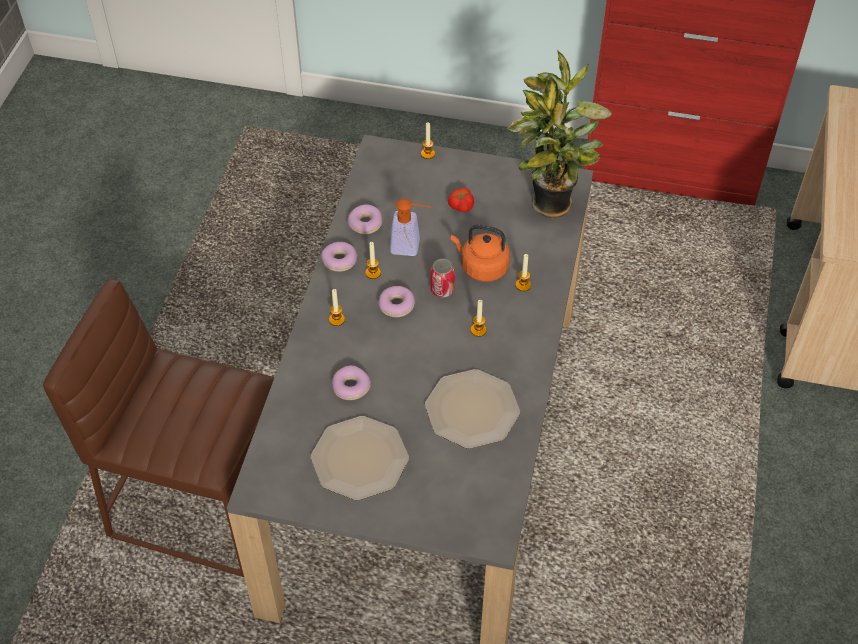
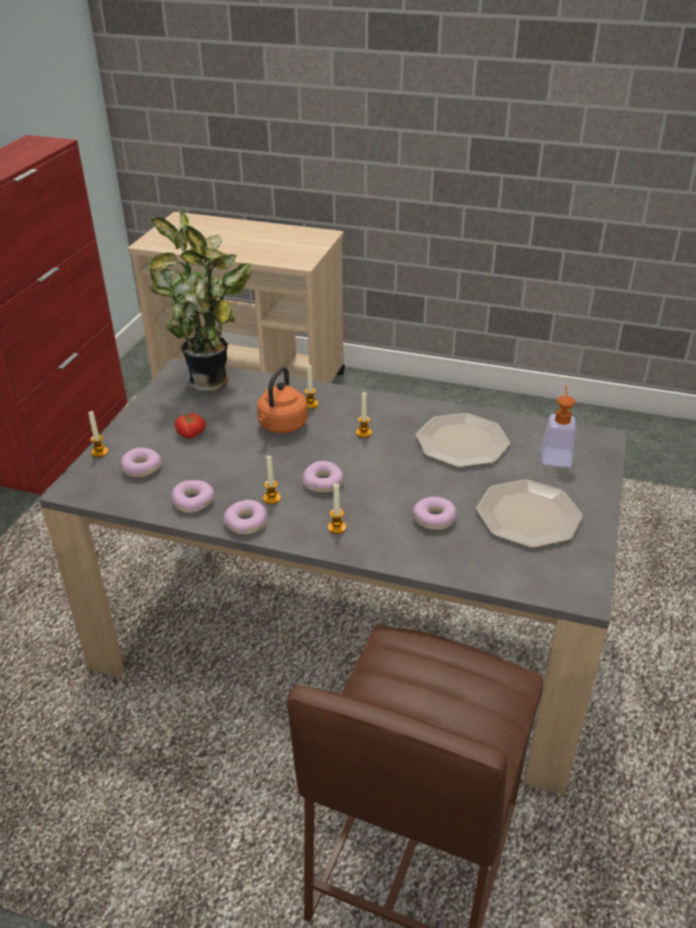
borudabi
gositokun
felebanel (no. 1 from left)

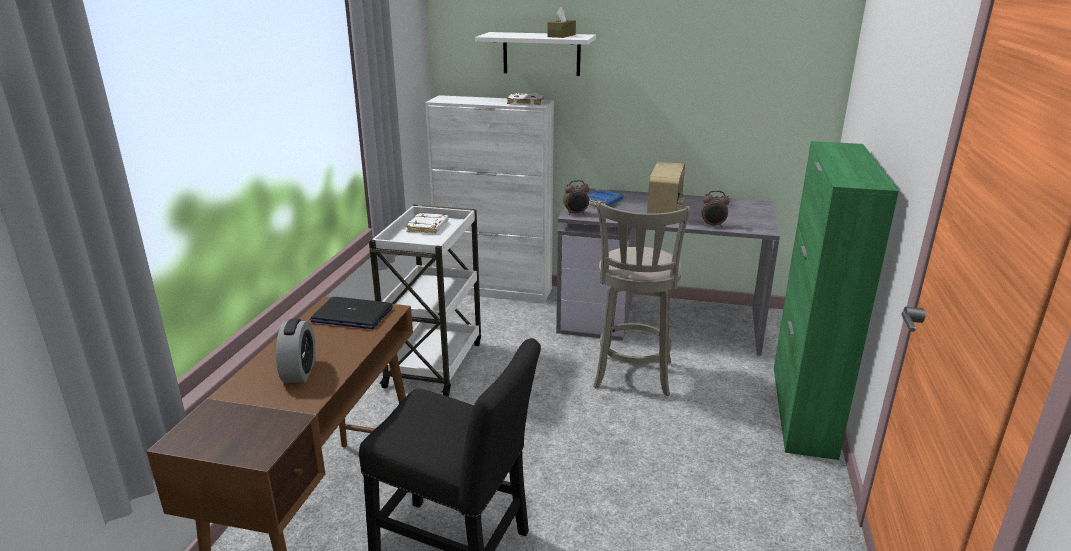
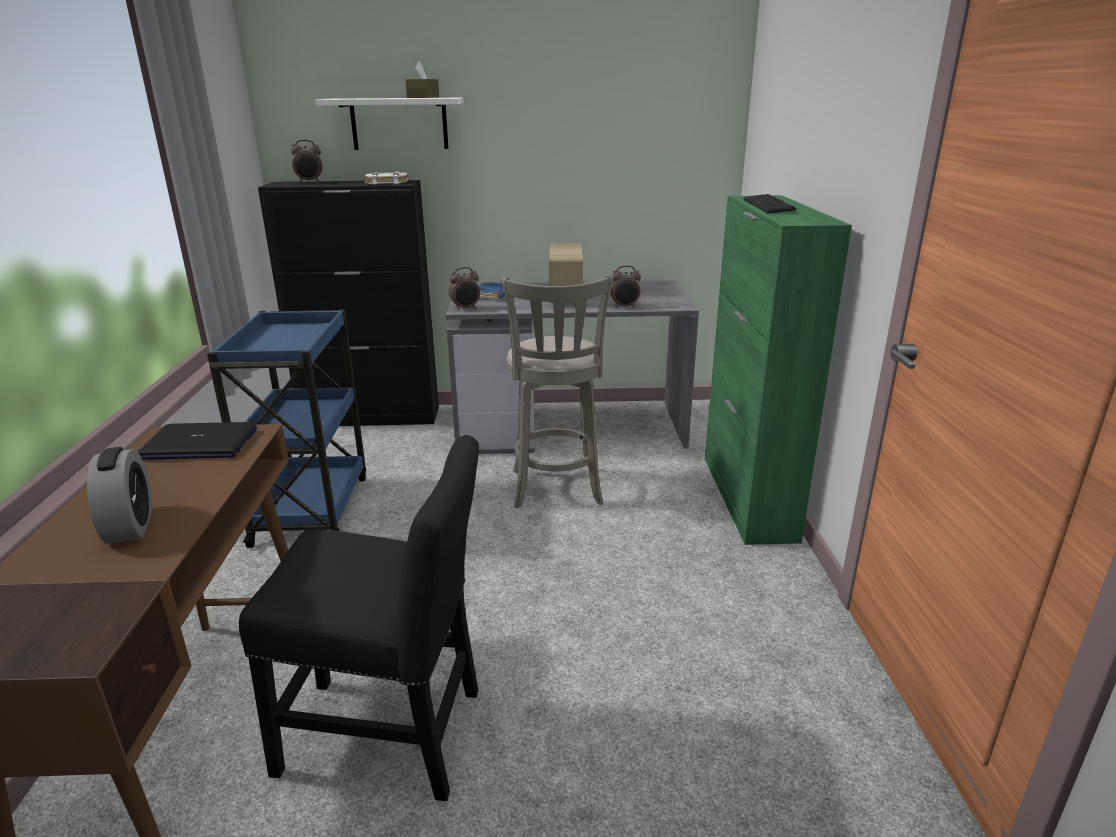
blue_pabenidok
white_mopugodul (no. 1 from left in the first image)
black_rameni
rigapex (no. 2 from left)
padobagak

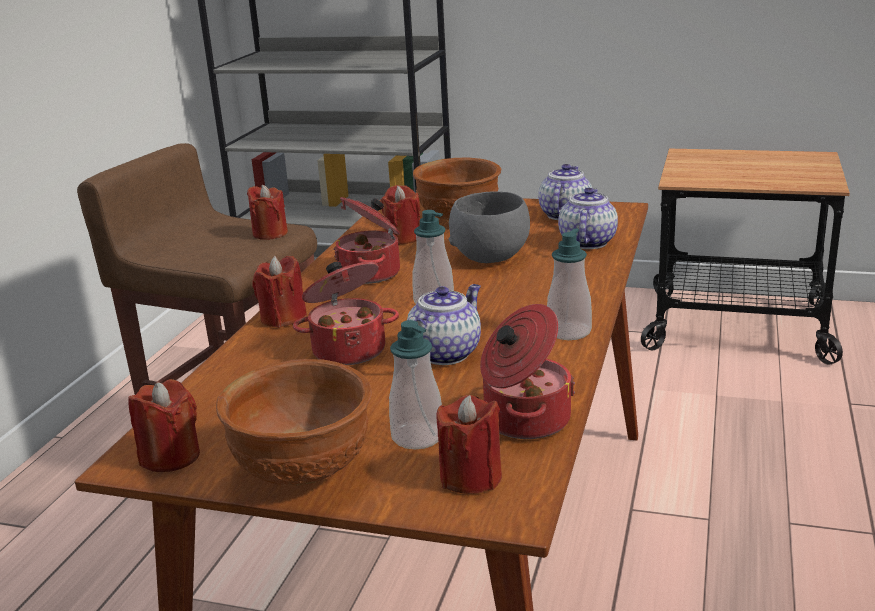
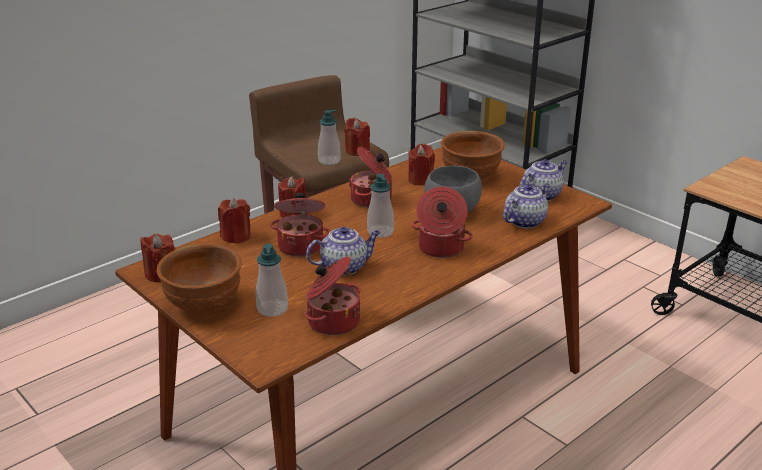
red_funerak (no. 2 from left)
borudabi (no. 2 from left)
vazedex (no. 4 from left)

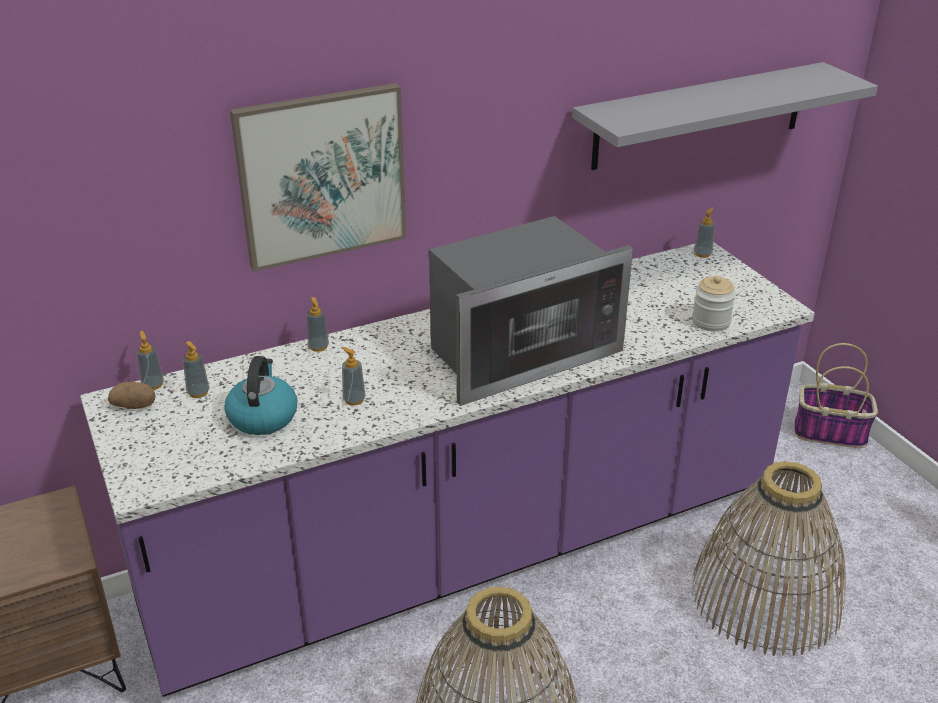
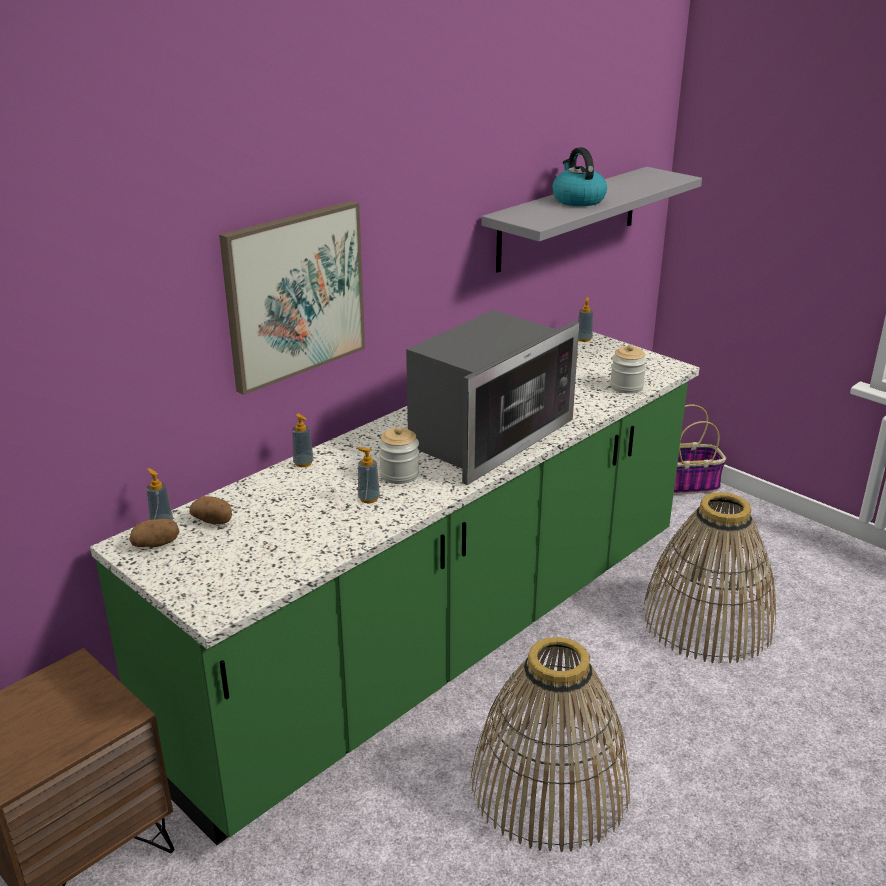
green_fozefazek
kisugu (no. 2 from left)
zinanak
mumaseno (no. 1 from left)

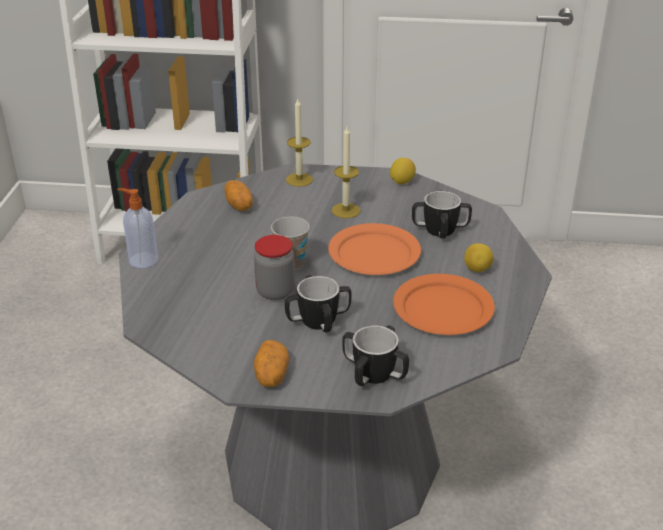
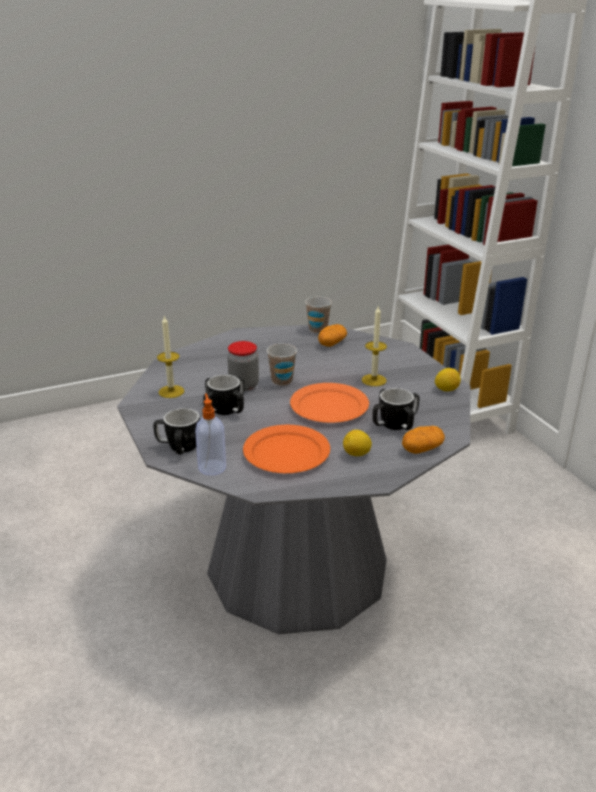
borudabi
kisugu (no. 2 from left)
funerak (no. 1 from left)
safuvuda (no. 2 from left)

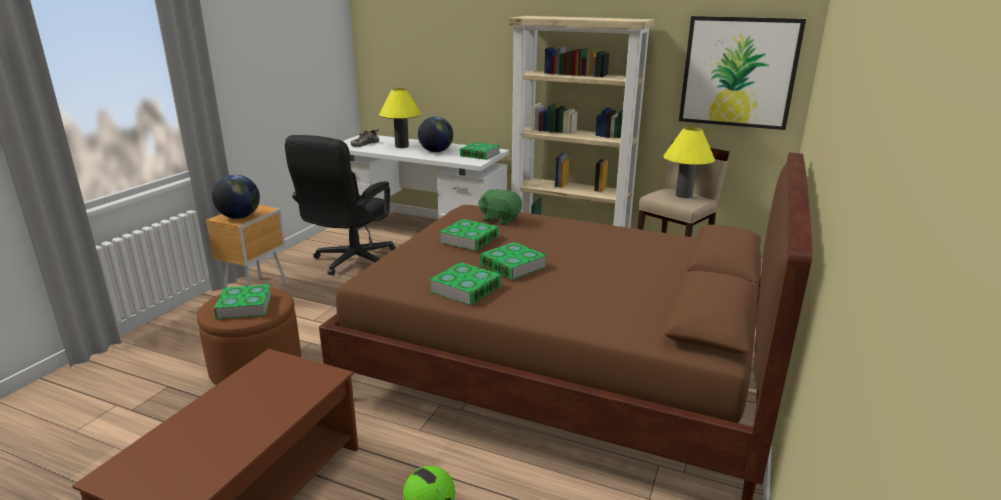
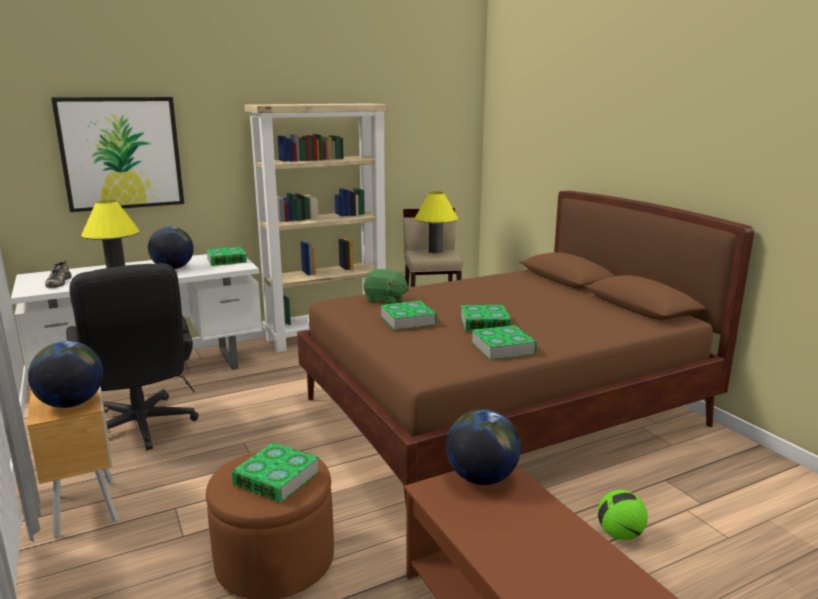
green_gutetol
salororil
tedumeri (no. 3 from left)

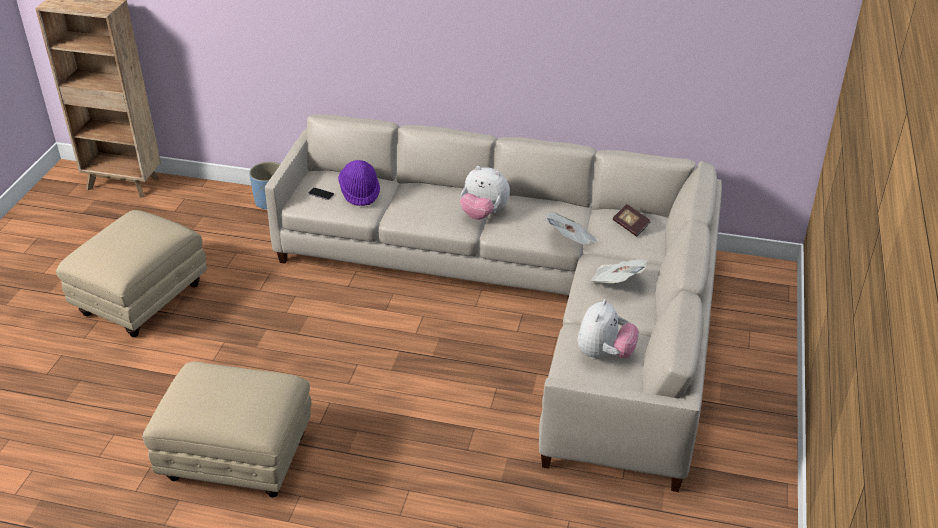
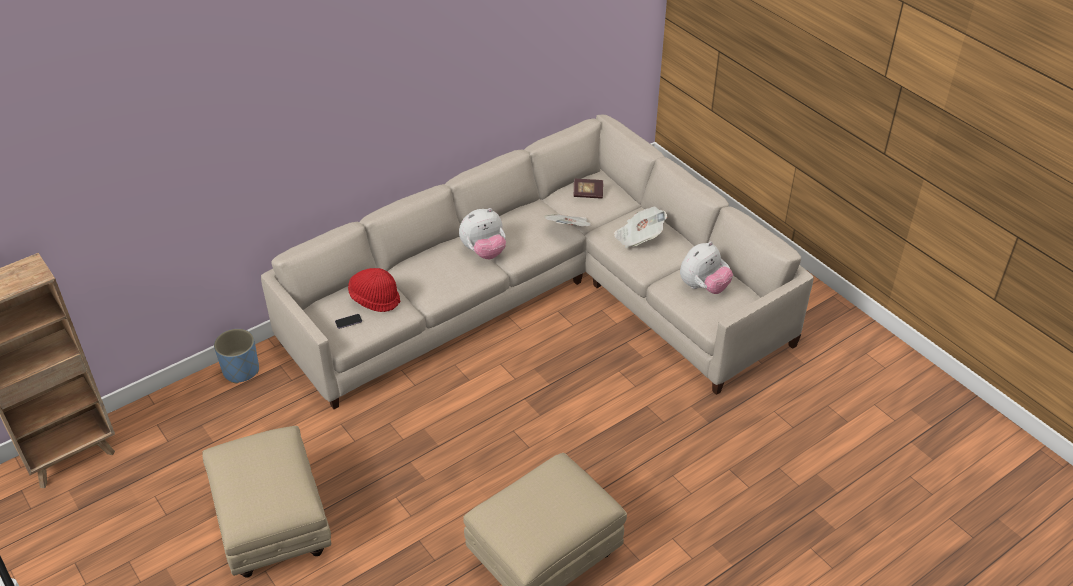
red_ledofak
gutetol (no. 2 from left)

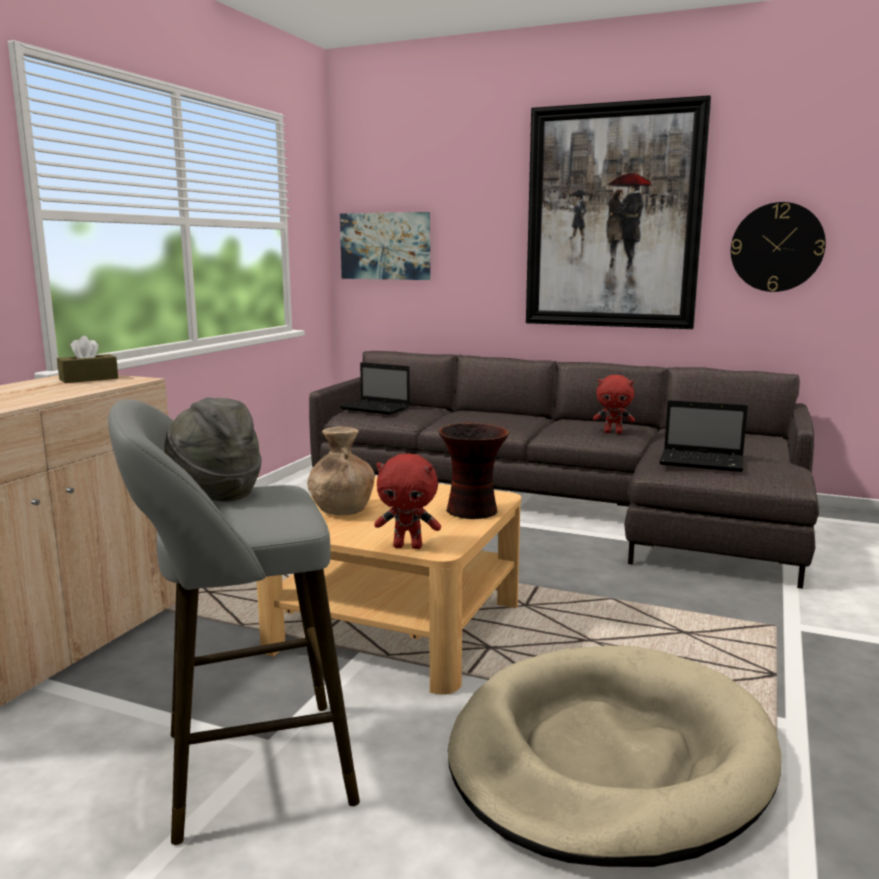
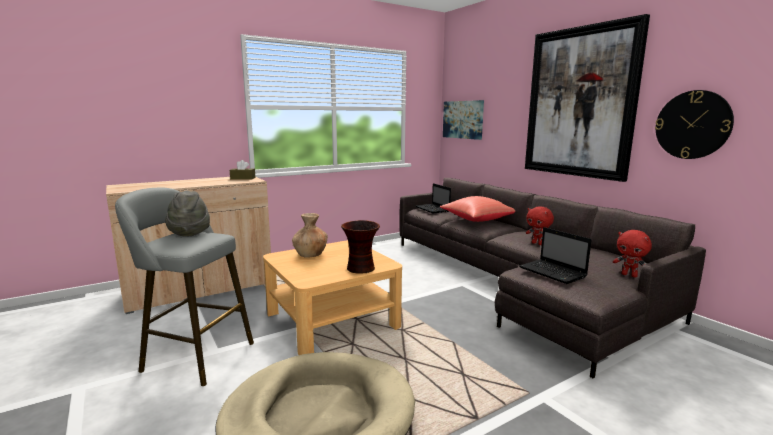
red_gutetol (no. 2 from left)
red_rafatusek

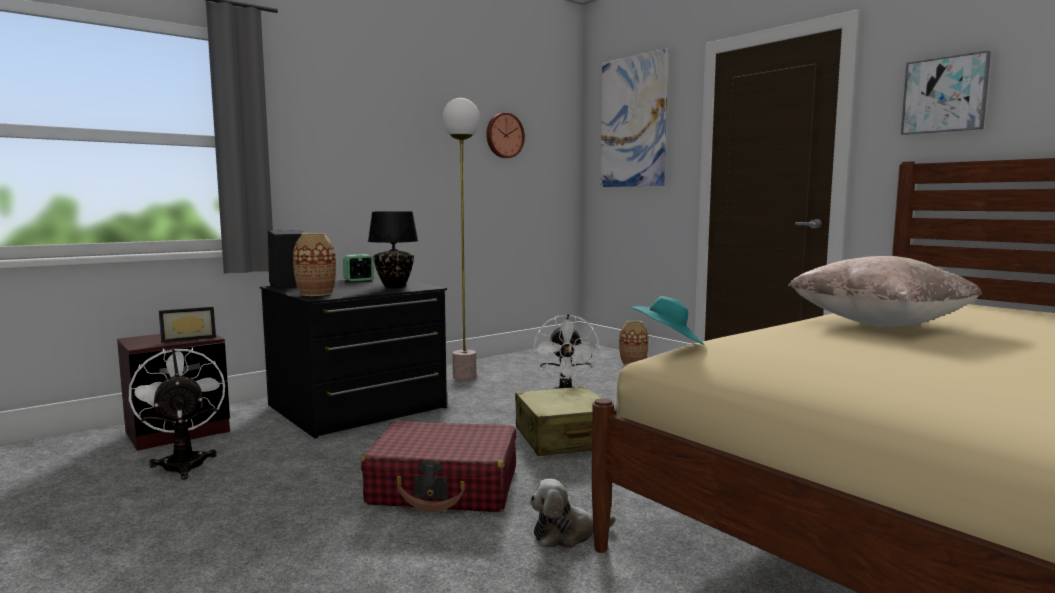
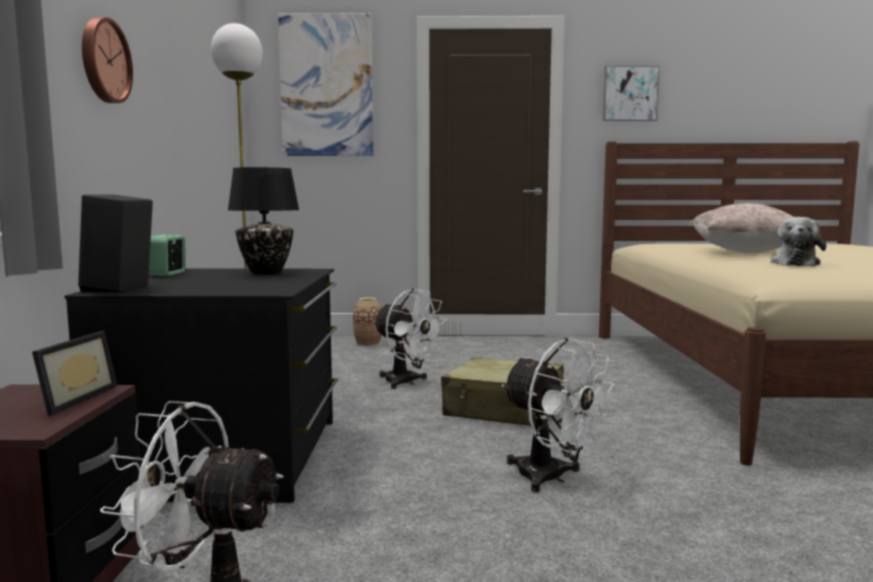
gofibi (no. 1 from left in the first image)
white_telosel (no. 3 from left)
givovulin
gutetol
turquoise_ledofak

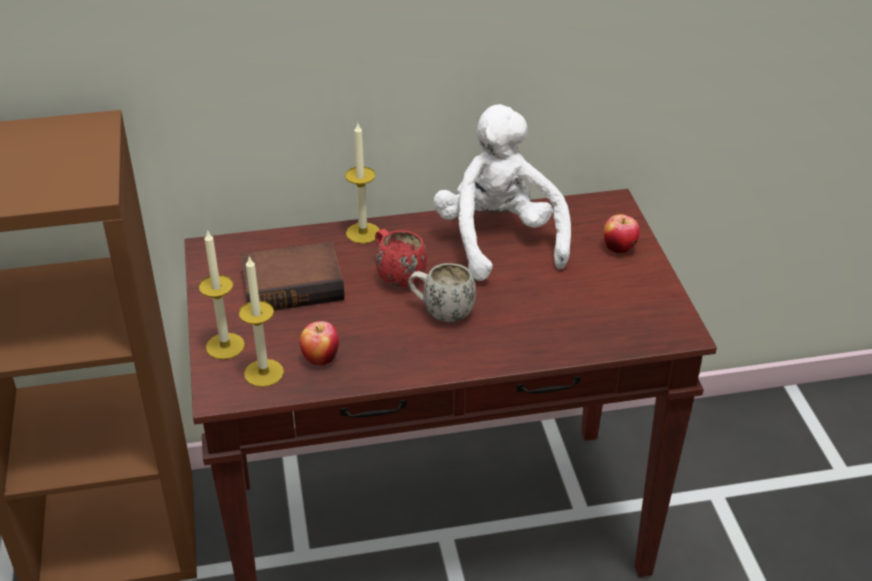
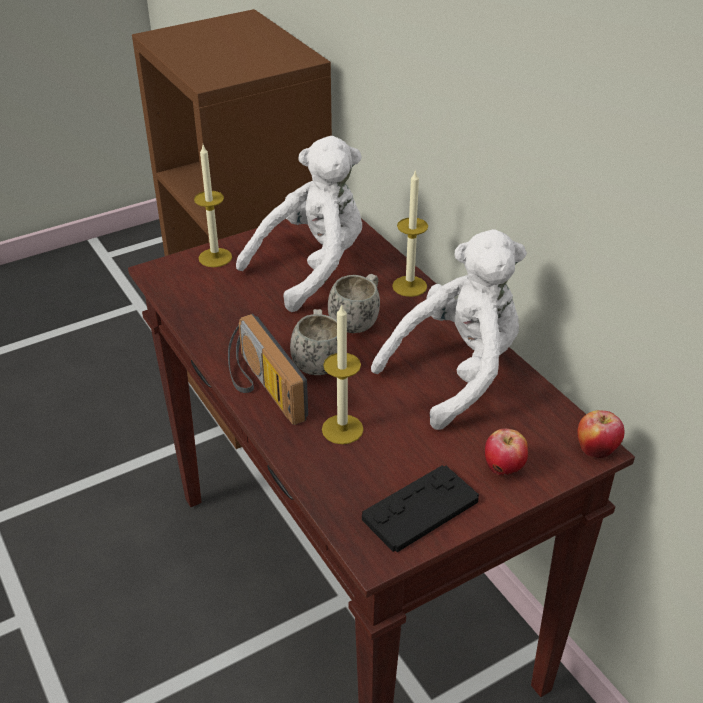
funerak (no. 2 from left)
white_gutetol (no. 1 from left)
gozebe (no. 2 from left)
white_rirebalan (no. 2 from left)
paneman
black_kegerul

